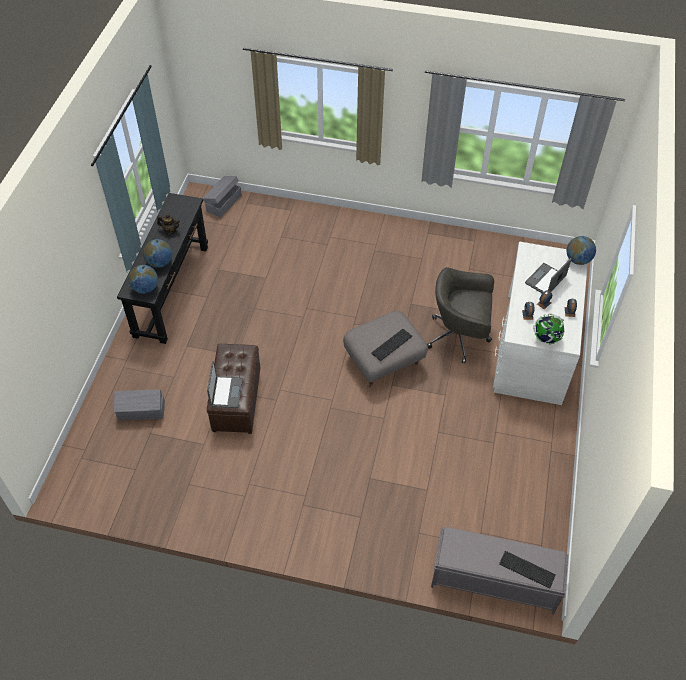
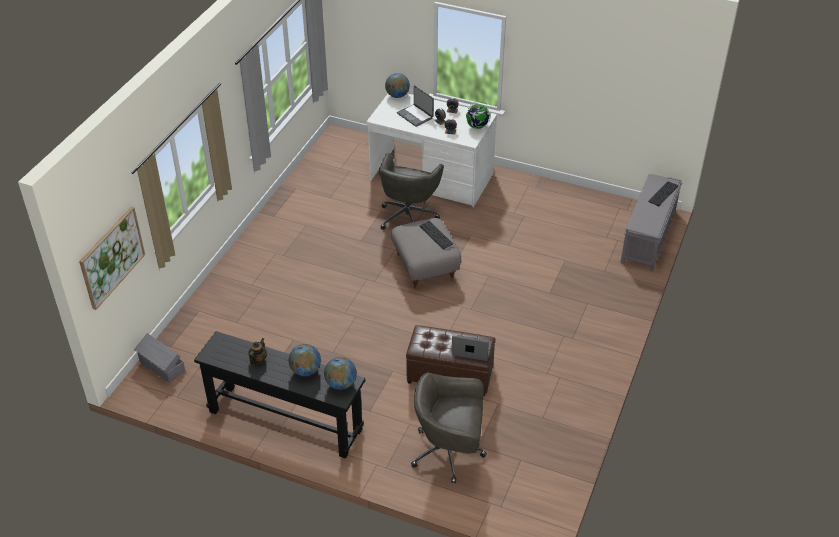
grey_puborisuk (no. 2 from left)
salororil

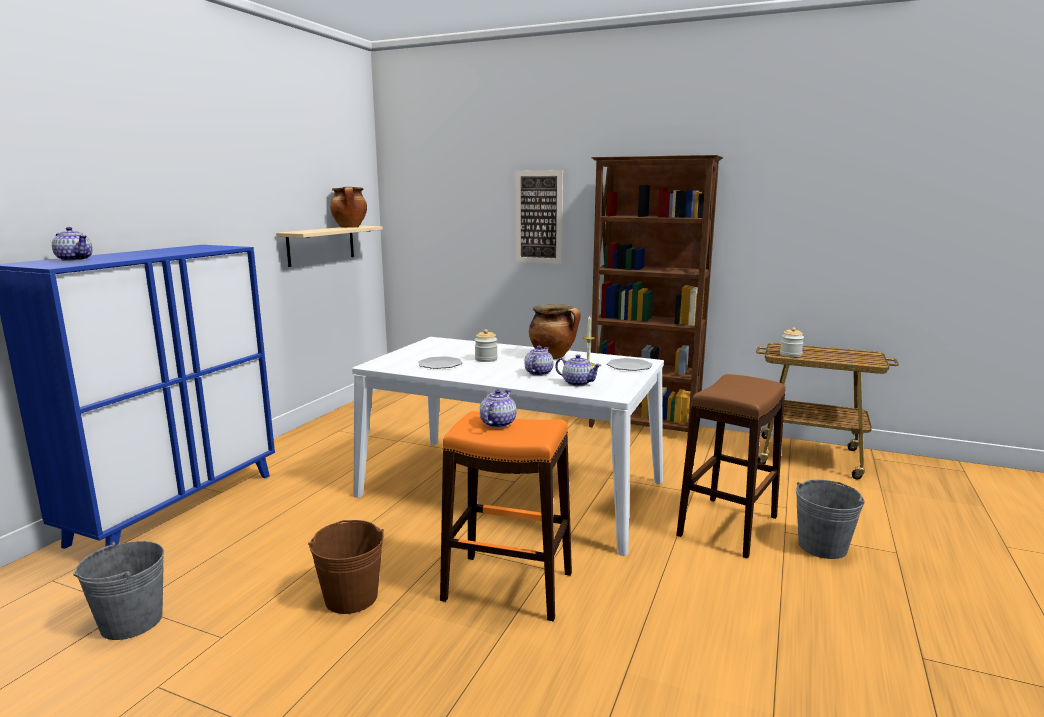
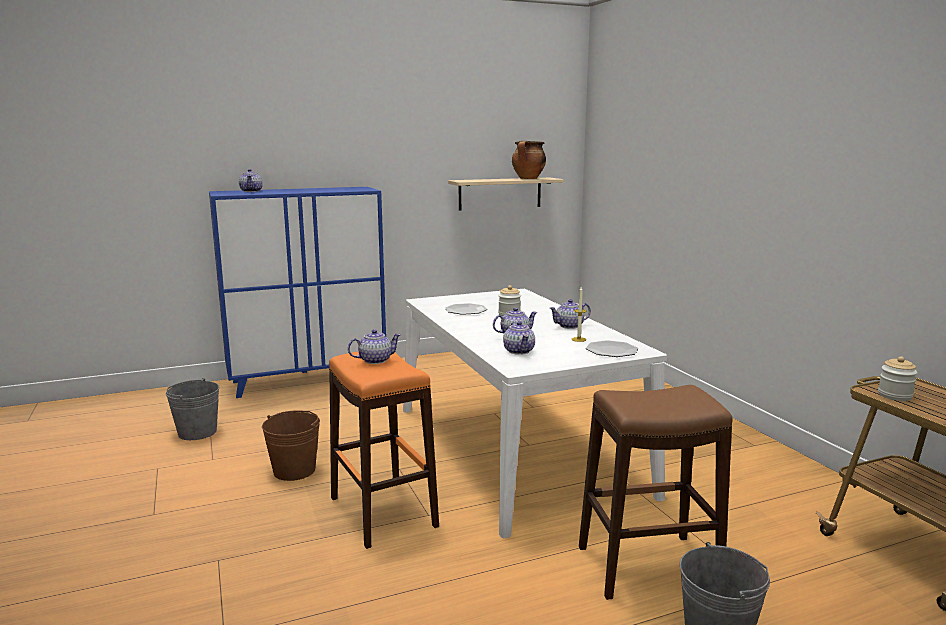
salororil
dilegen (no. 5 from left)
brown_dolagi

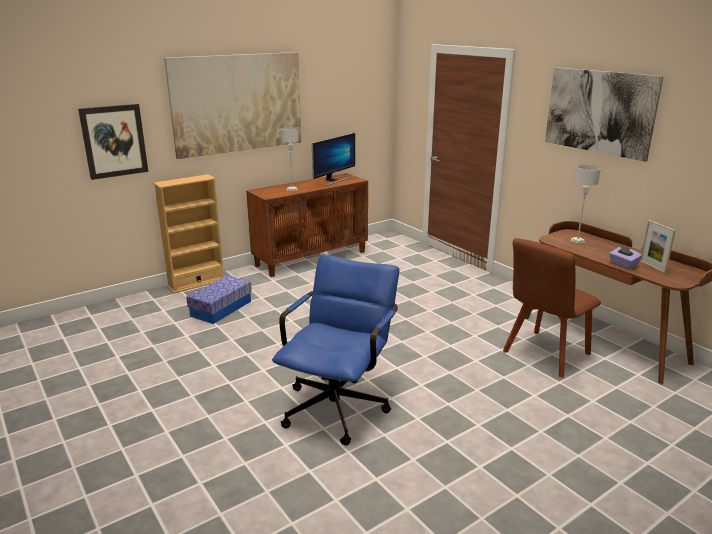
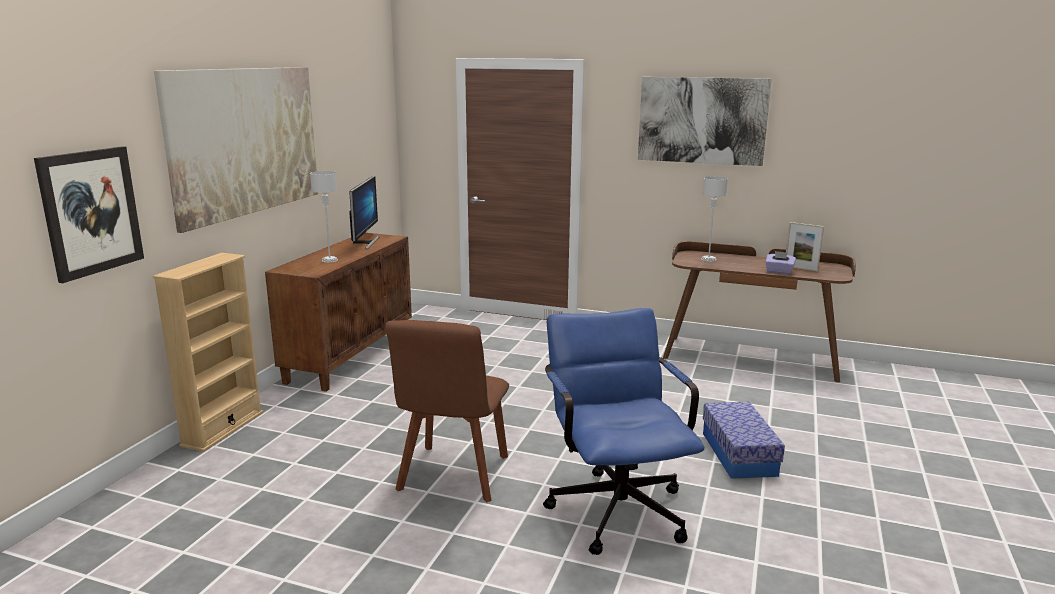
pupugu
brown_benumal

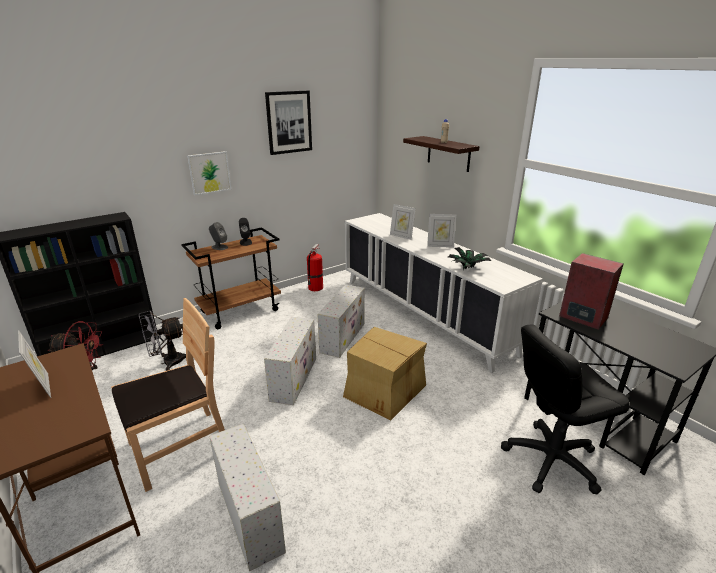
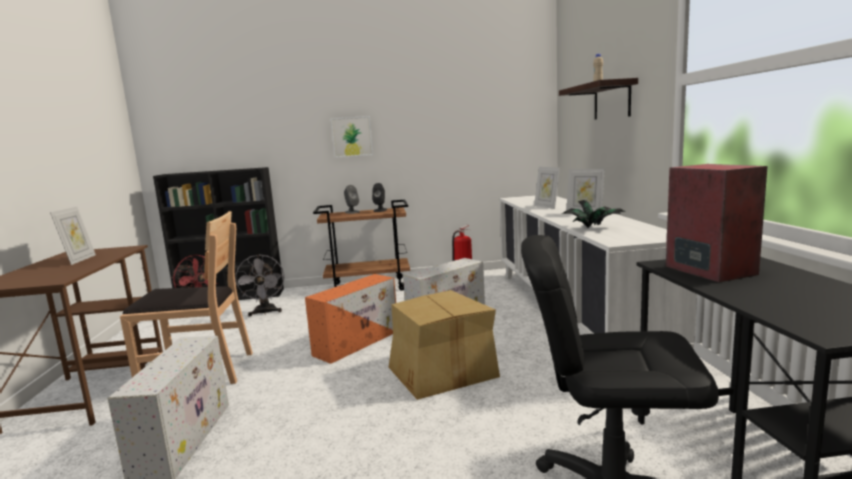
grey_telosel
orange_pupugu
salororil (no. 2 from left in the first image)

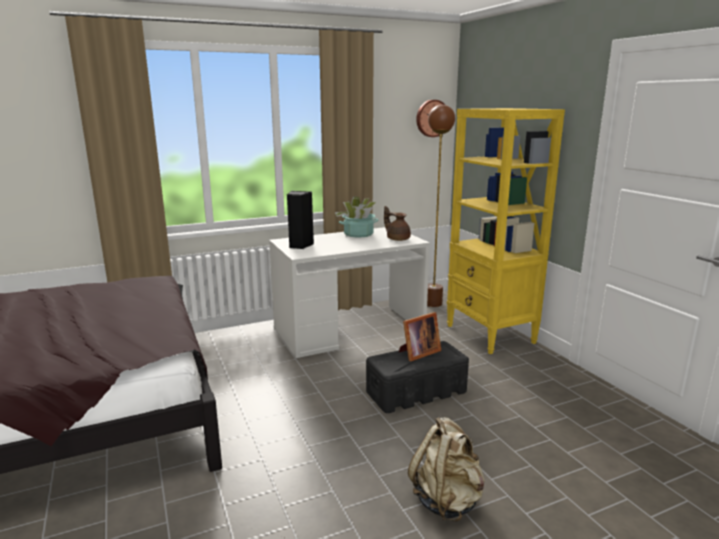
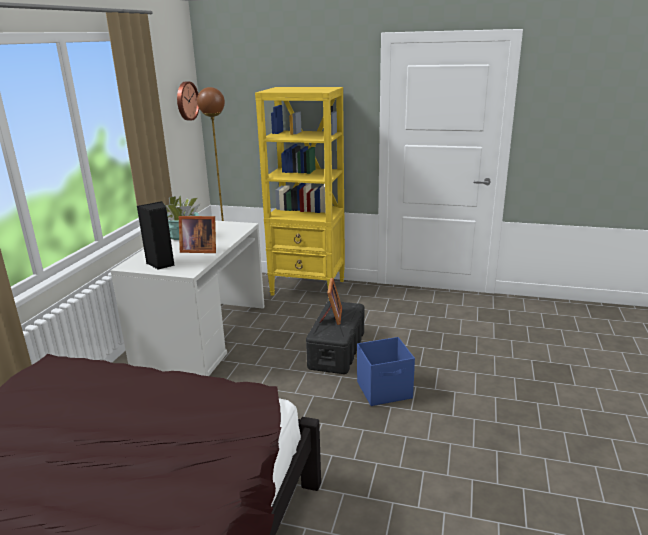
brown_dilegen
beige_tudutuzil
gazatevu (no. 1 from left)
blue_pupugu

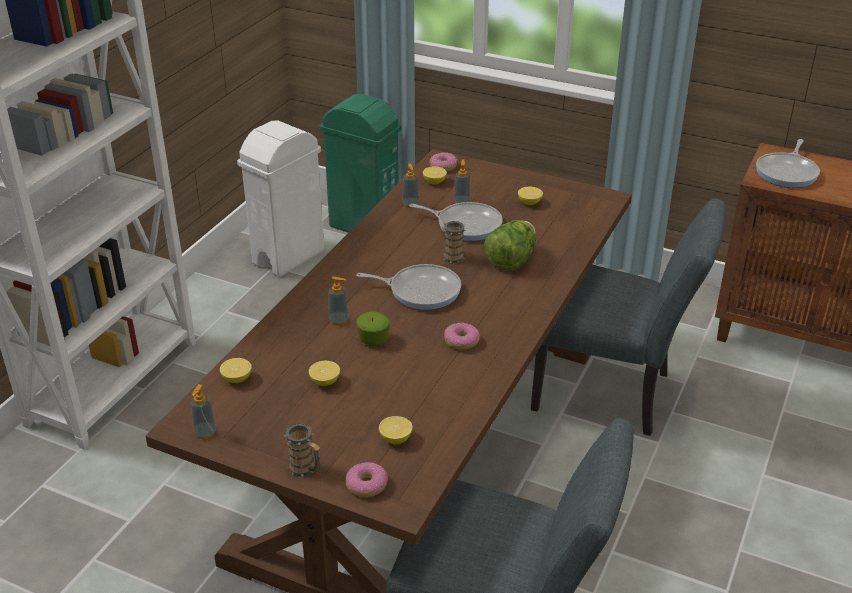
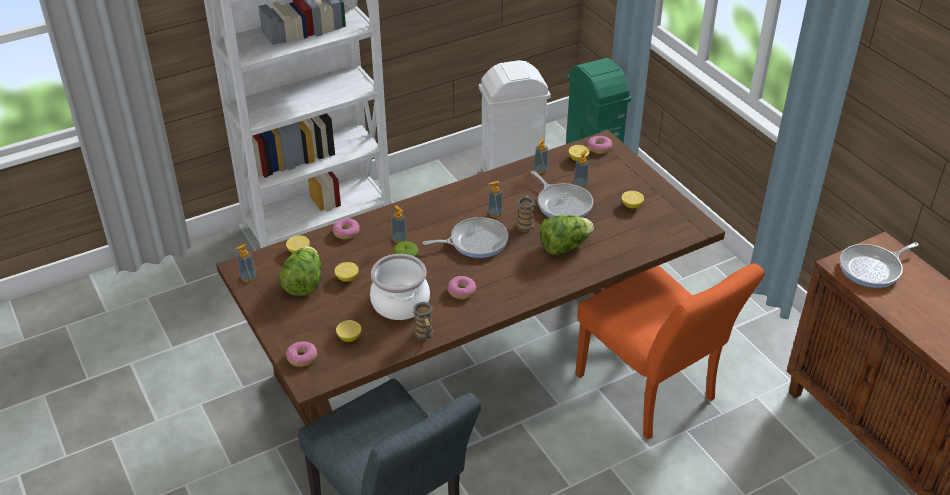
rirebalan (no. 1 from left)
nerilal (no. 1 from left)
orange_benumal
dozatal (no. 1 from left)
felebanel (no. 2 from left)
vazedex
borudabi (no. 3 from left)

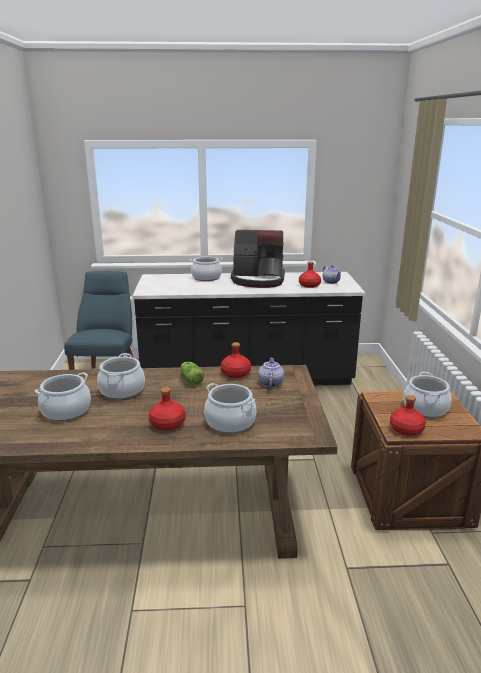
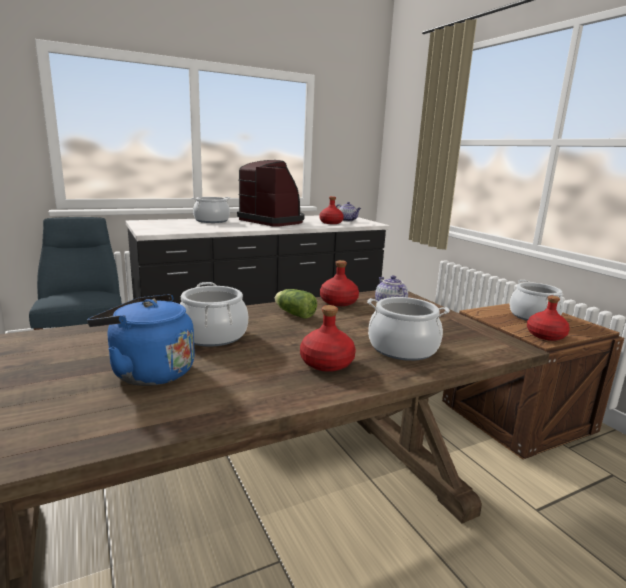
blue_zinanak
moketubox

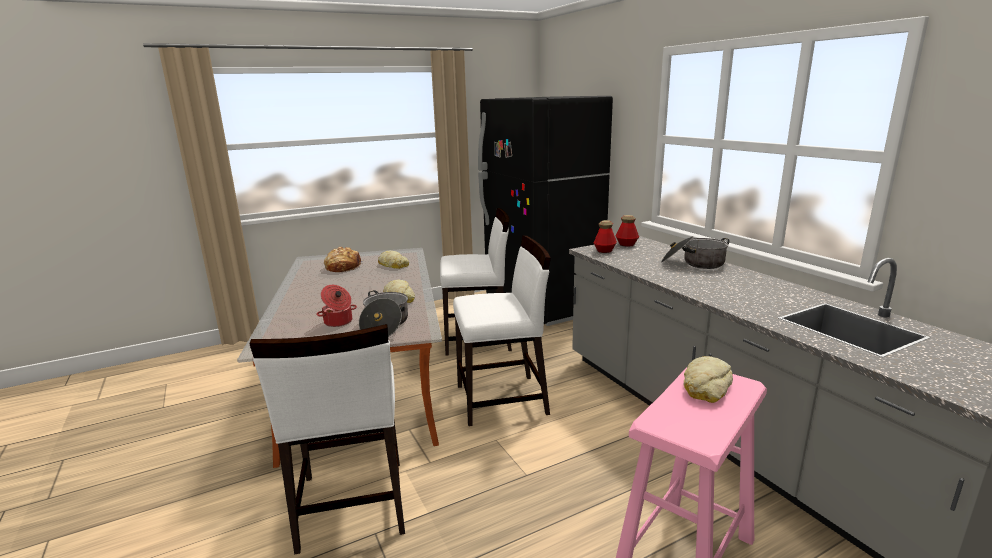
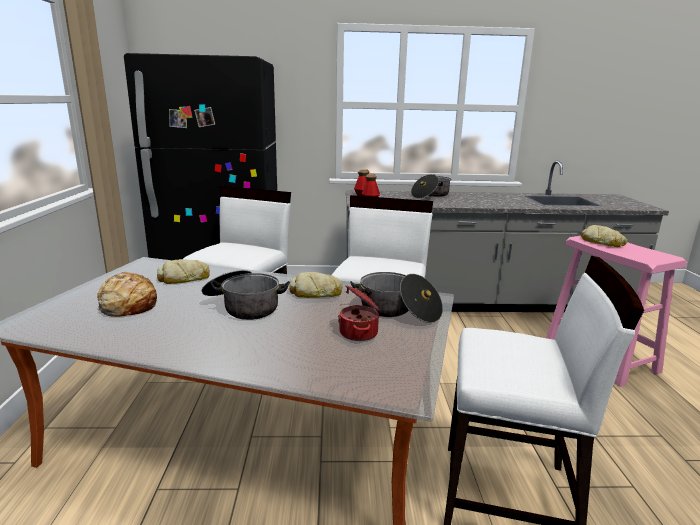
vazedex (no. 1 from left)

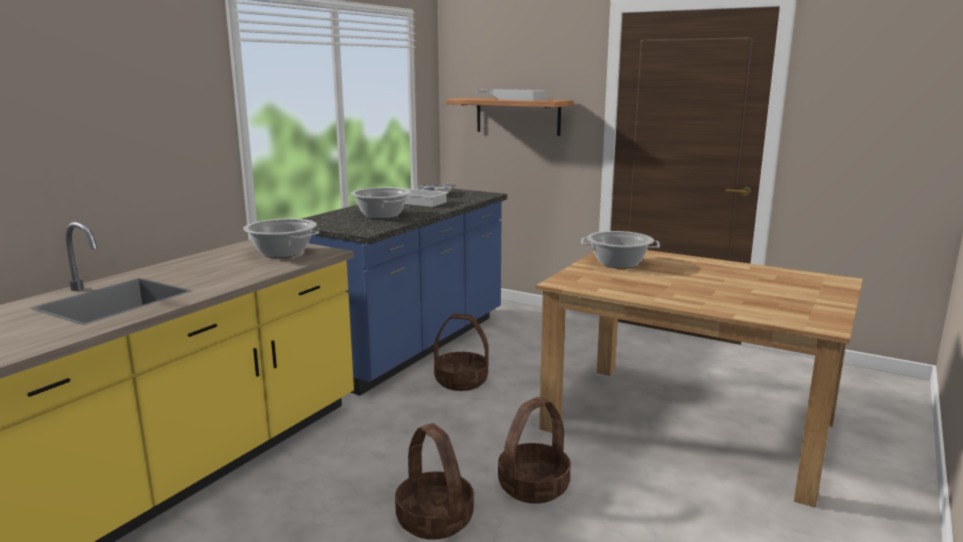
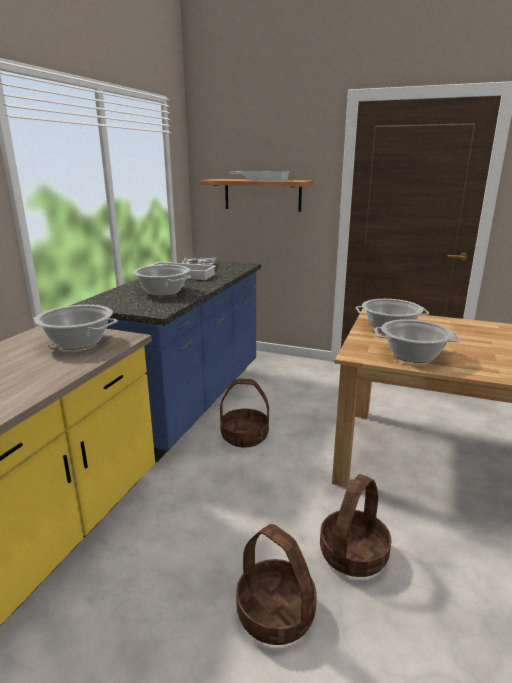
vazedex (no. 4 from left)

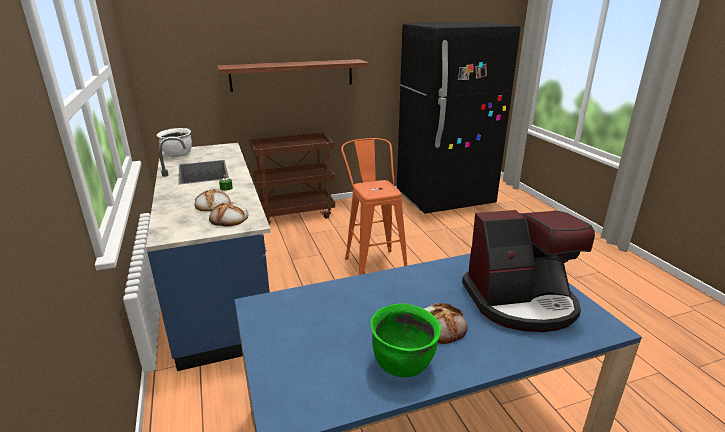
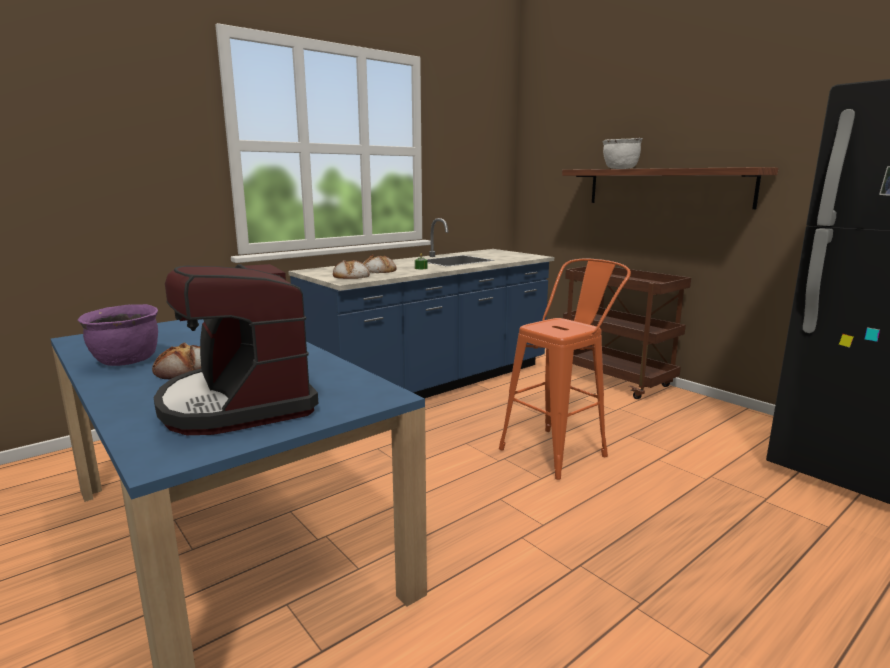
white_vazedex
purple_vazedex

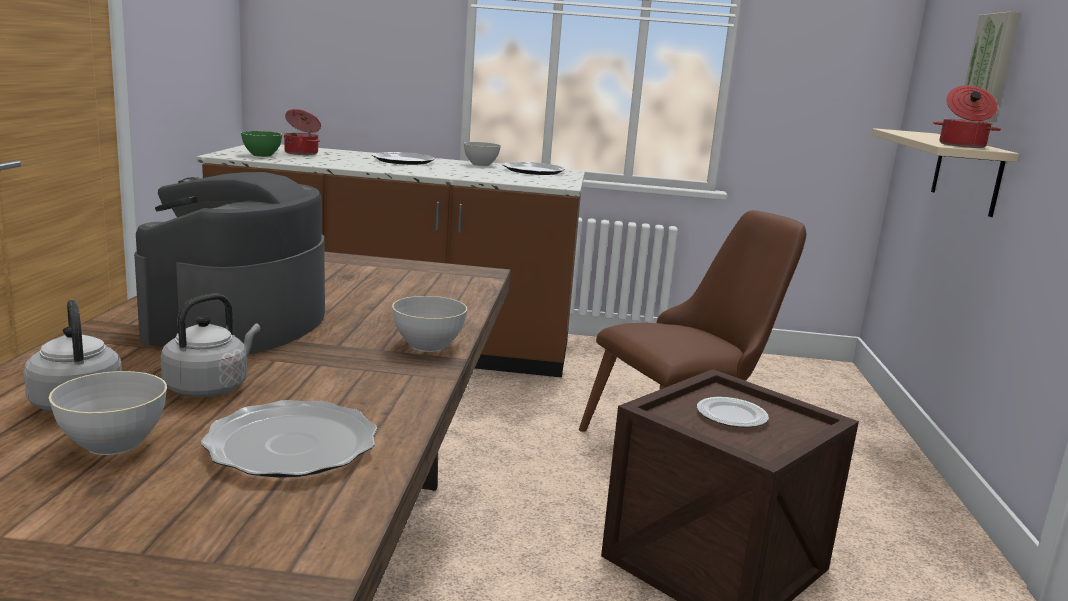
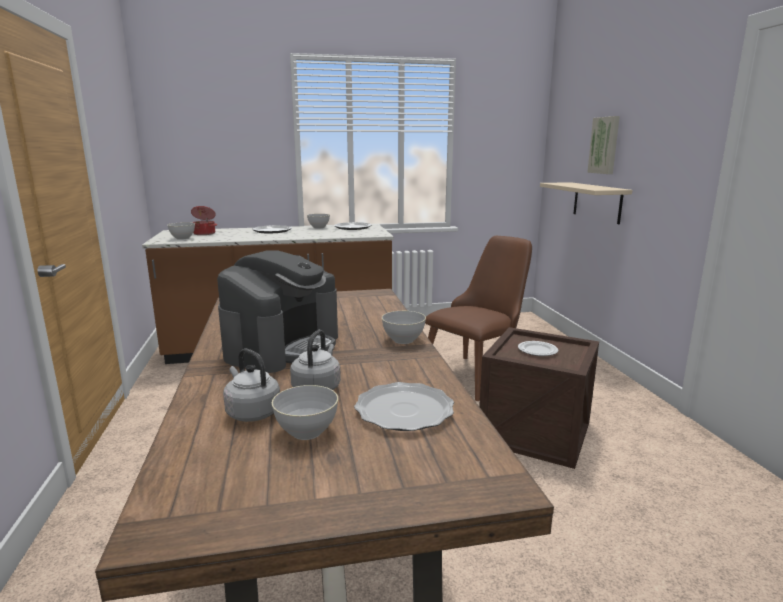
moketubox
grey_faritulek (no. 1 from left)
vazedex (no. 2 from left in the first image)

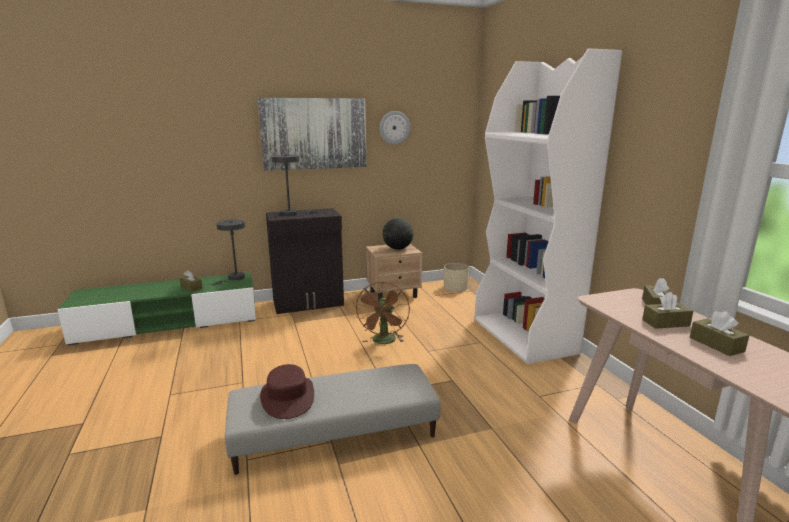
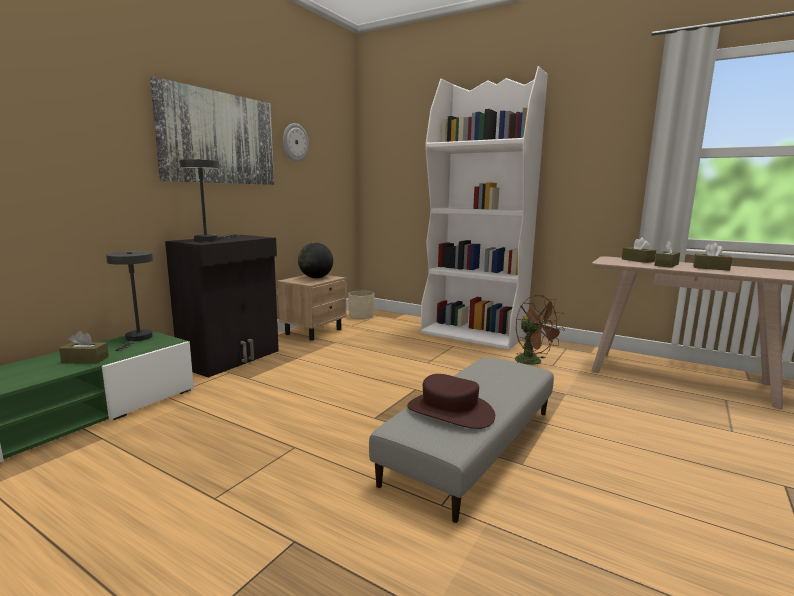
brown_telosel

